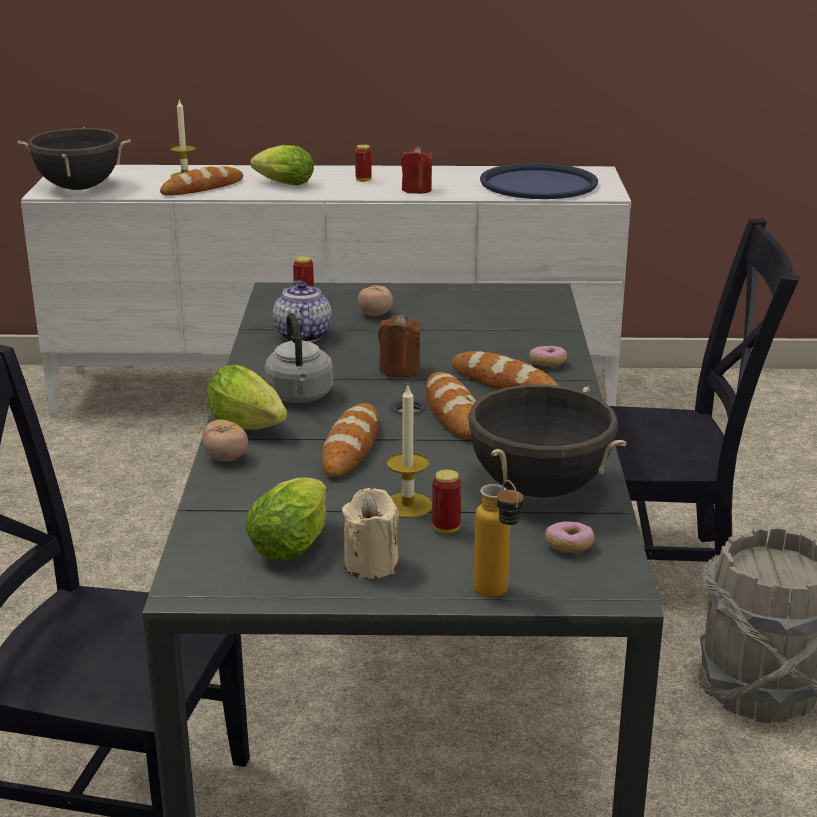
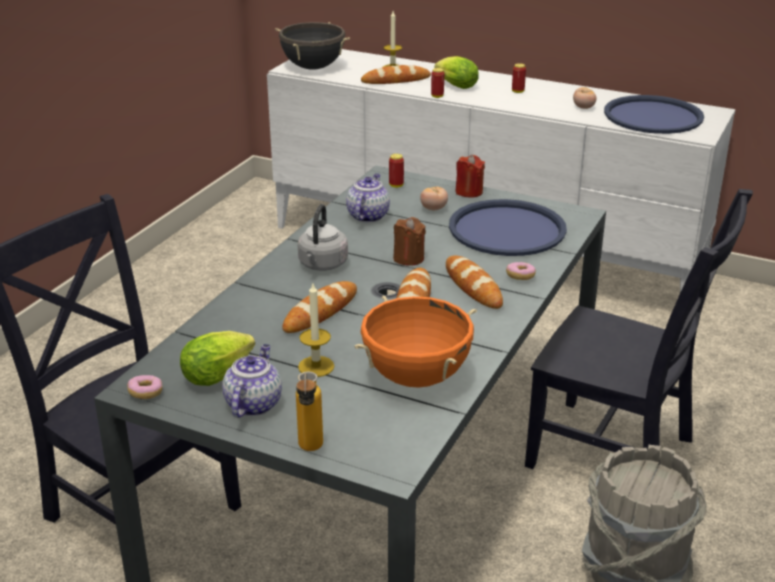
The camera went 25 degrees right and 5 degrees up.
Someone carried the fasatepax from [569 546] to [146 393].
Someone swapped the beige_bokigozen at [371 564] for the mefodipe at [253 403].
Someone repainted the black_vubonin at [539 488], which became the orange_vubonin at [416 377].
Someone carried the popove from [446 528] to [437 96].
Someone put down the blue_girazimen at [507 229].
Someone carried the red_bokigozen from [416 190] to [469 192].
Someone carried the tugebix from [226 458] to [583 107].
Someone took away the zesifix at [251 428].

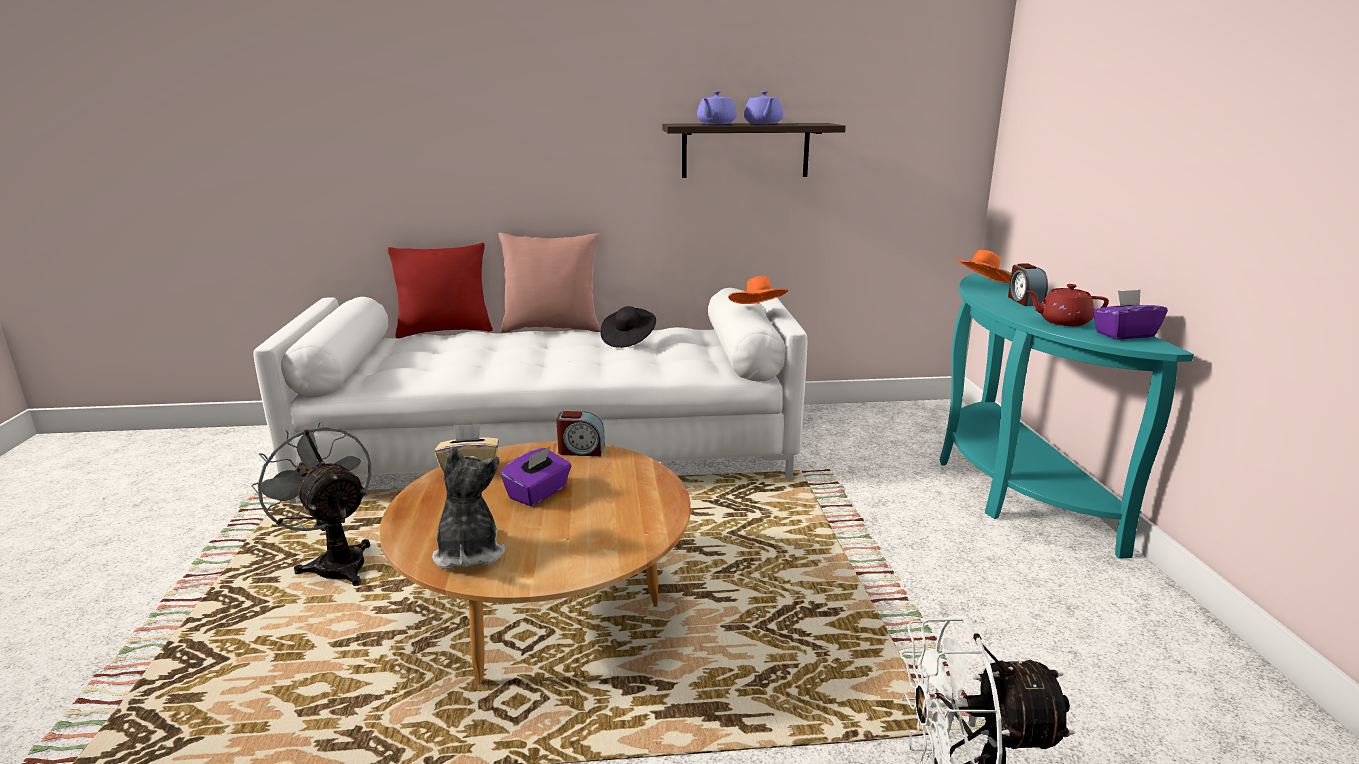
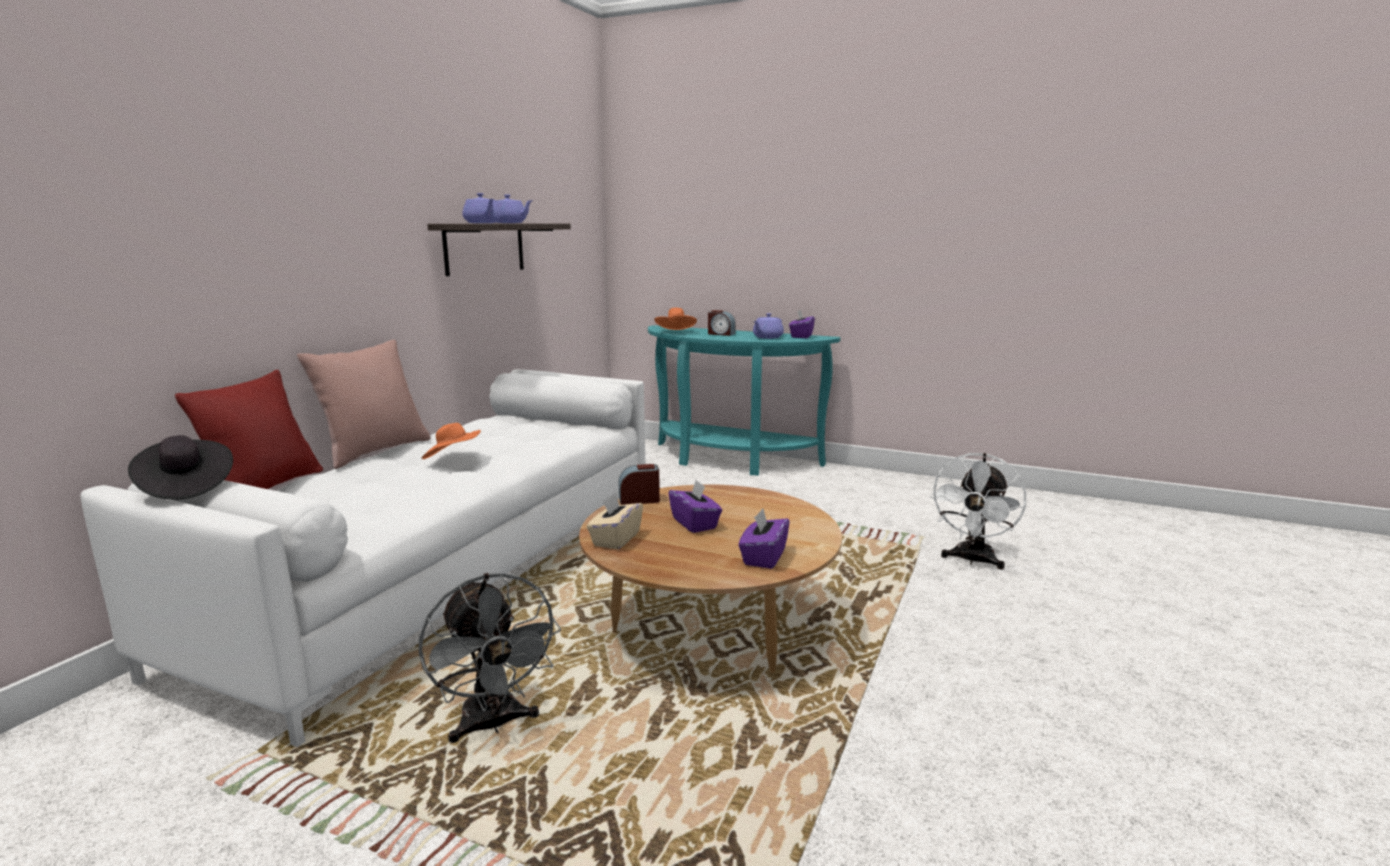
The camera went 60 degrees left and 5 degrees down.
Someone carried the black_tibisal from [628 340] to [185 487].
Someone rotated the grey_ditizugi at [336 562] by 105 degrees counterclockwise.
Someone carried the orange_tibisal from [758 310] to [453 459].
Someone rotated the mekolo at [581 450] by 135 degrees counterclockwise.
Someone swapped the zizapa at [469 552] for the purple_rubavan at [763 557].
Someone repainted the red_mefodipe at [1062 322], which became the purple_mefodipe at [767 337].

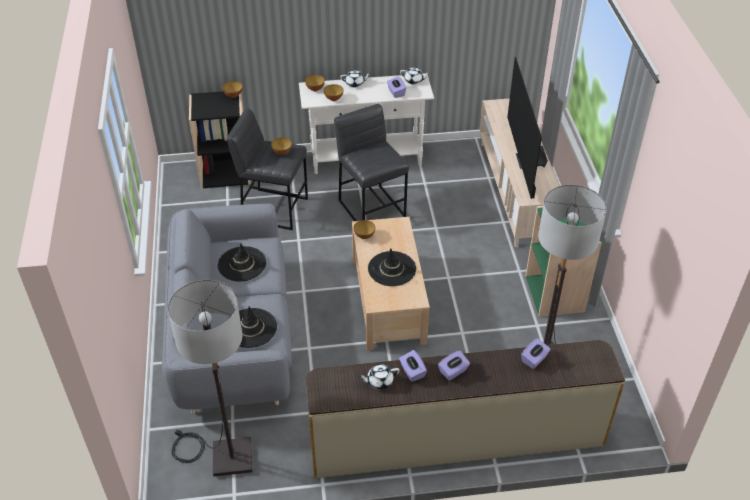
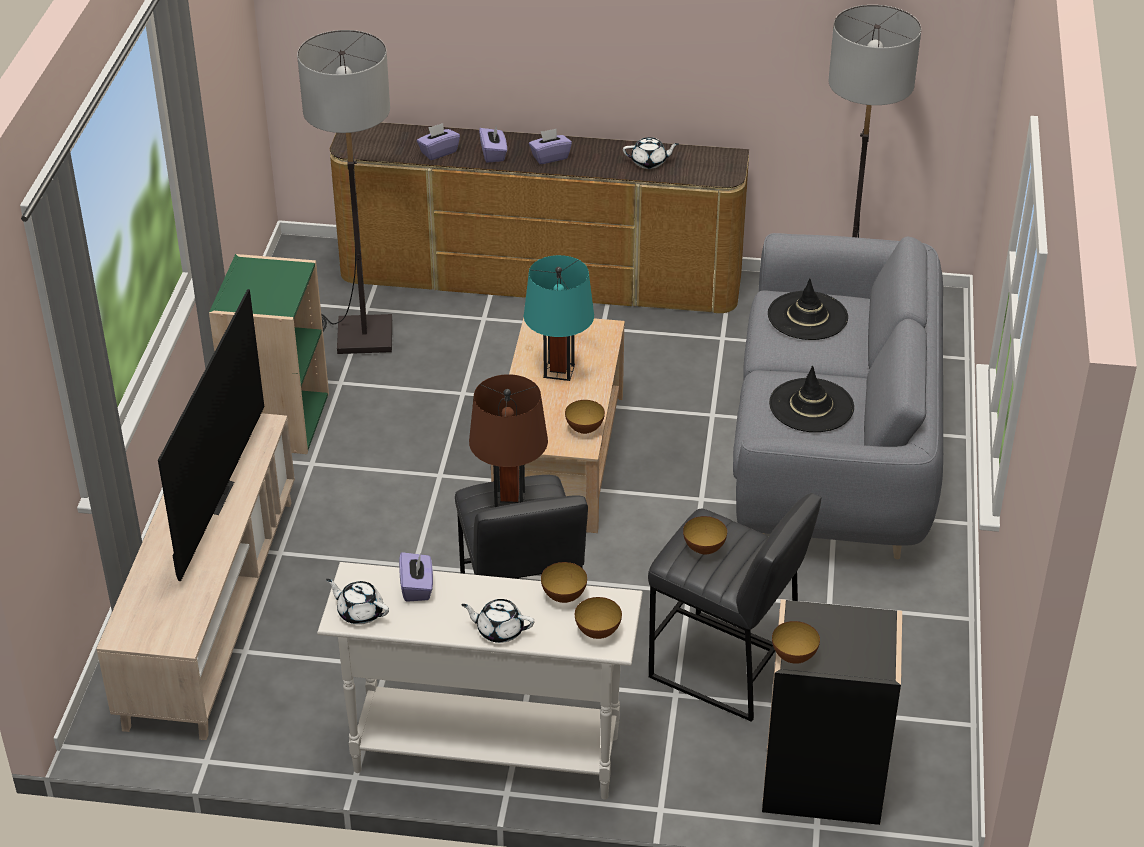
The camera went 165 degrees left and 5 degrees down.
Someone put down the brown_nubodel at [509 500].
Someone carried the purple_rubavan from [412 372] to [493 154].
Someone swapped the black_tibisal at [392 269] for the turquoise_nubodel at [559 371].

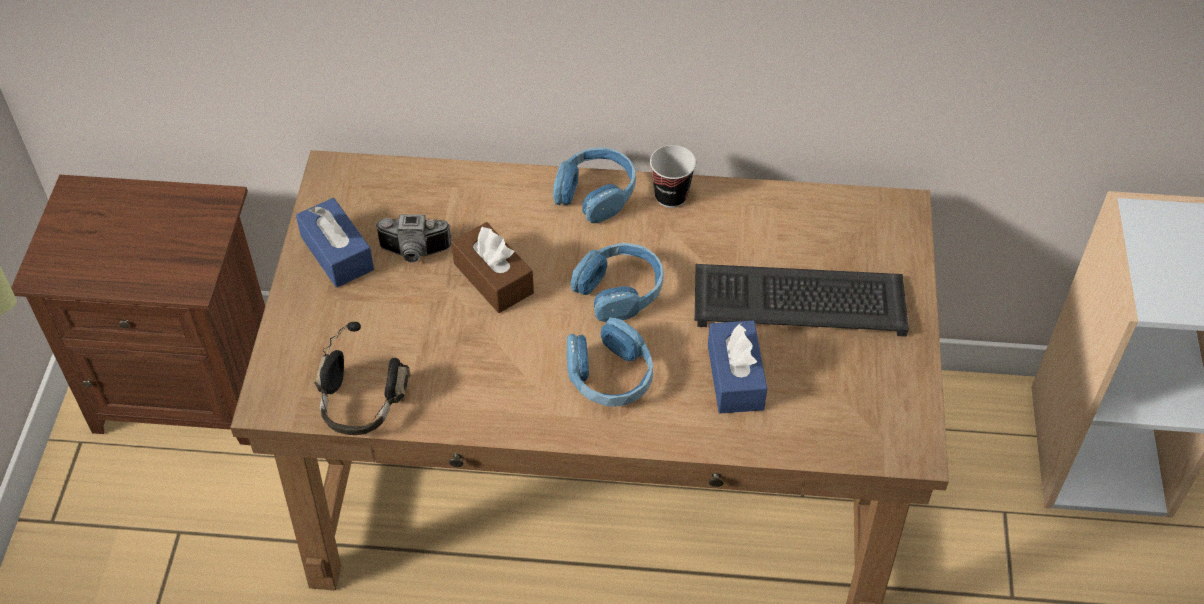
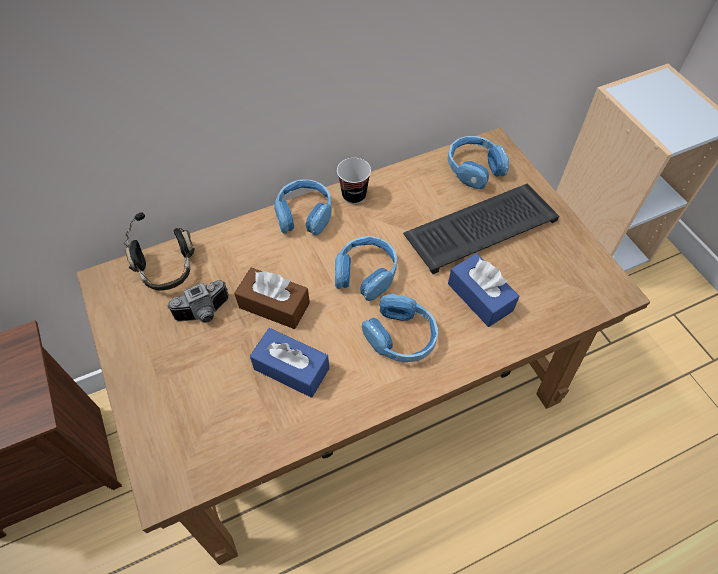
The camera went 30 degrees left and 5 degrees up.
Someone carried the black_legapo from [361 404] to [166 268].
Someone carried the blue_rubavan from [337 253] to [291 369].
Someone put down the blue_legapo at [474 168].

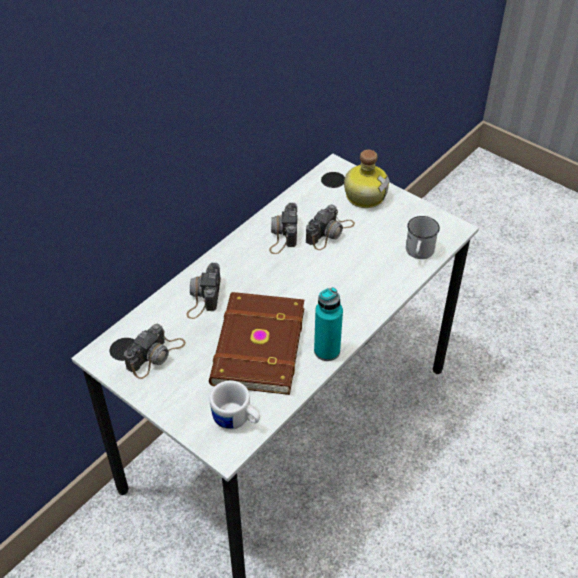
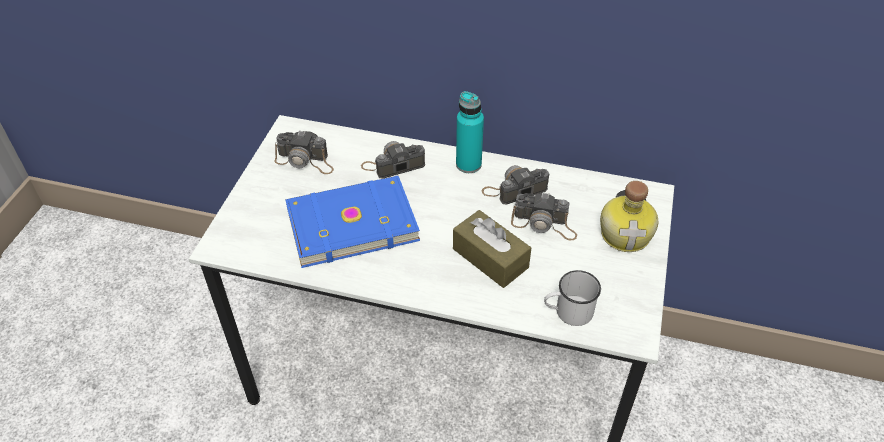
The camera went 65 degrees right and 0 degrees up.
Someone repainted the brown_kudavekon at [256 346], which became the blue_kudavekon at [350 223].
Someone put down the brown_rubavan at [490 258].
Someone carried the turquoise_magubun from [327 351] to [468 164].
Someone took away the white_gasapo at [236 420].

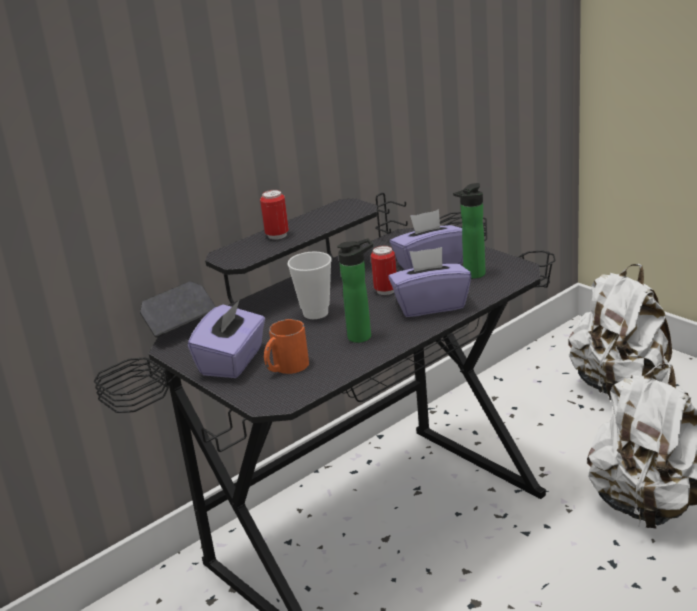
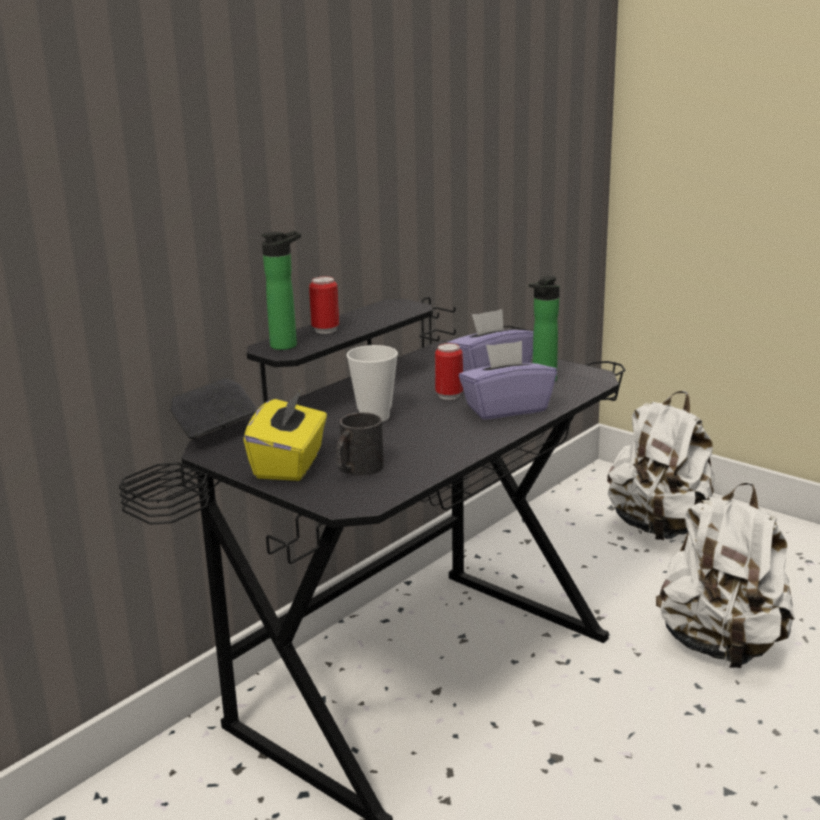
The camera went 10 degrees left and 5 degrees down.
Someone repainted the purple_rubavan at [233 361], which became the yellow_rubavan at [290 464].
Someone carried the magubun from [363 336] to [287 345].
Someone repainted the orange_gasapo at [286 368], which became the black_gasapo at [357 470].

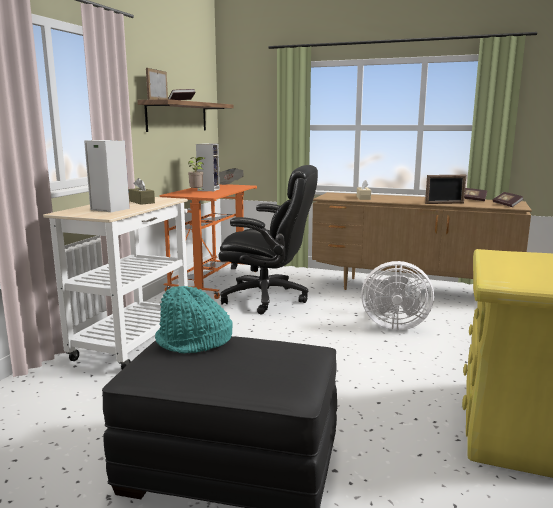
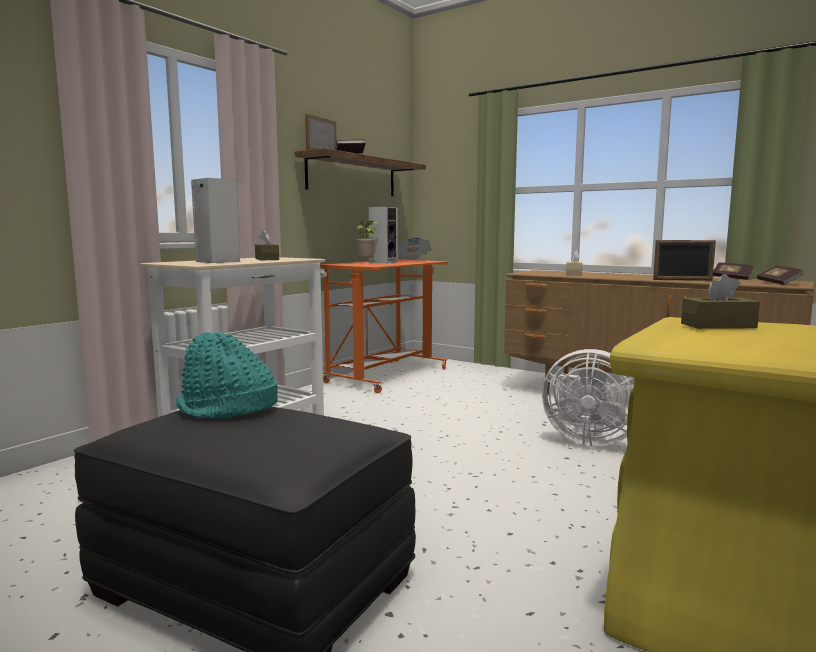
The camera went 15 degrees right and 5 degrees down.
Someone put down the brown_rubavan at [718 325].
Someone took away the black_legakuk at [268 299].

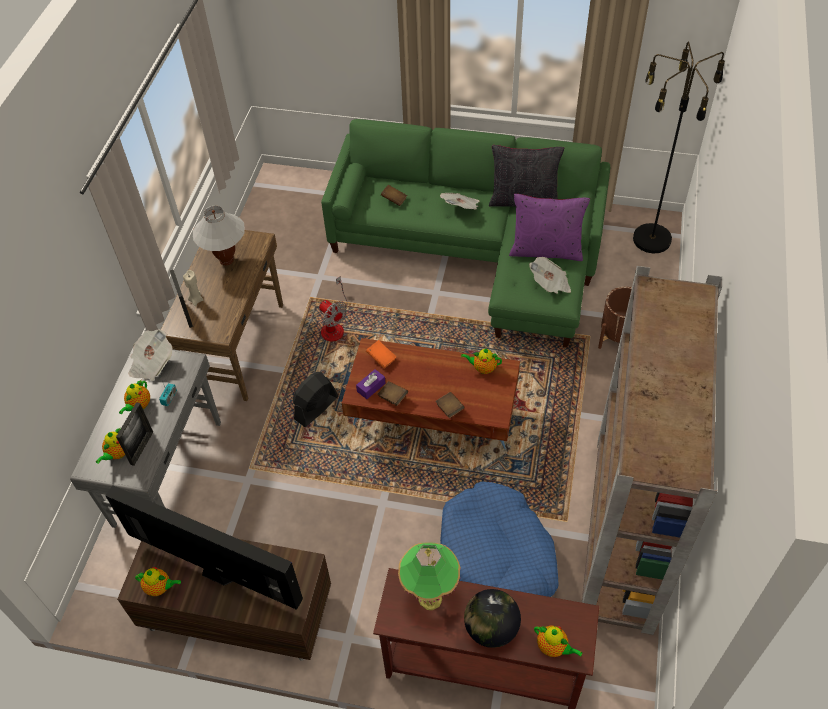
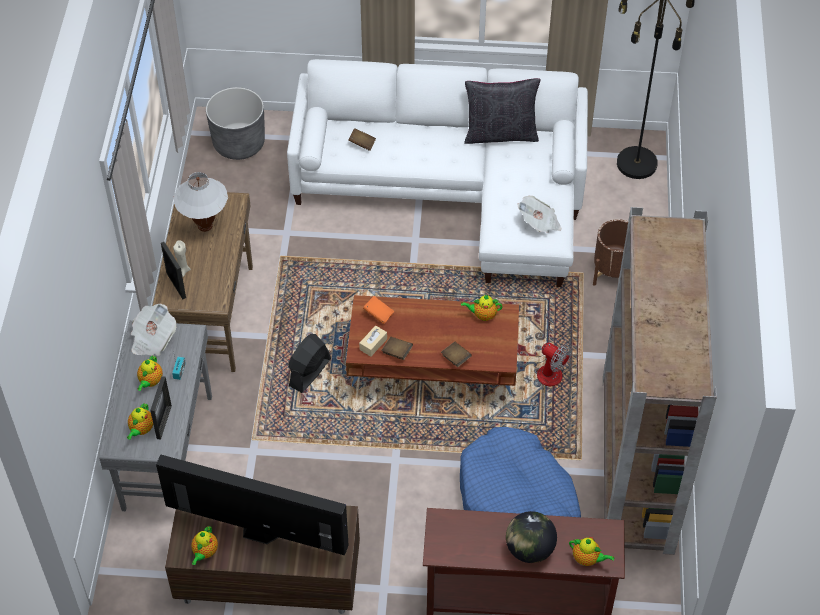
The camera went 10 degrees left and 0 degrees up.
Someone rotated the mefodipe at [160 588] by 105 degrees clockwise.
Someone put down the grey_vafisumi at [239 143].
Someone repainted the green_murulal at [478 252], which became the white_murulal at [454 191].
Someone repainted the purple_rubavan at [371 387], which became the beige_rubavan at [373 344].
Someone carried the ditizugi from [334 325] to [549 368].
Someone took away the nubodel at [430 598].
Someone took away the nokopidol at [461 208].
Someone took away the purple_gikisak at [546 250].

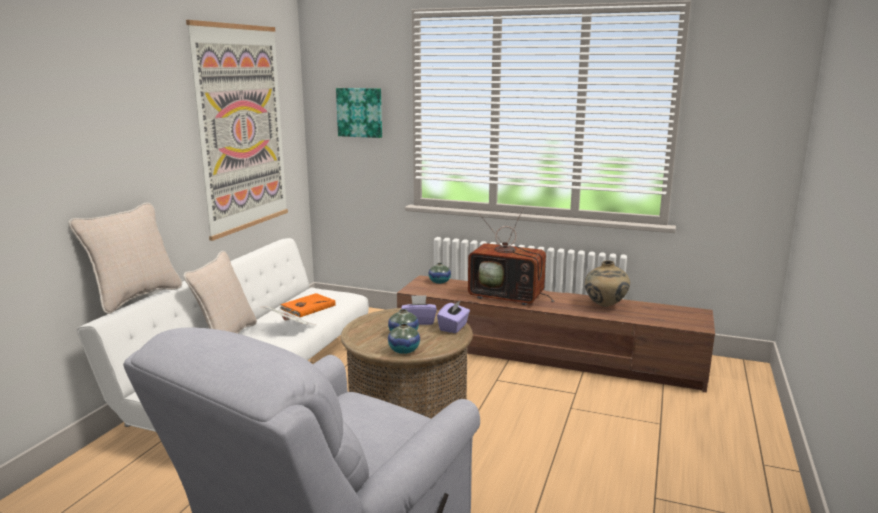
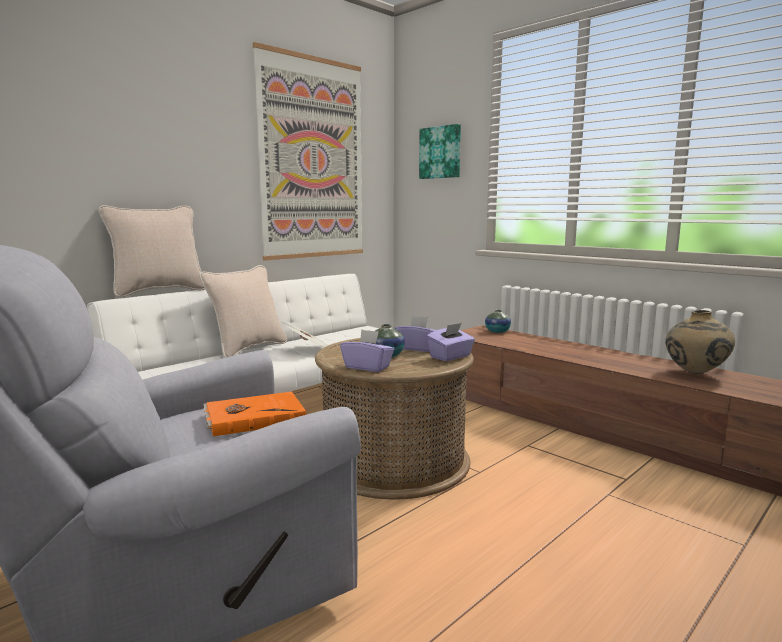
The camera went 25 degrees right and 5 degrees down.
Someone carried the orange_kudavekon from [307 307] to [254 417].
Someone swapped the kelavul at [404 350] for the purple_rubavan at [367 367].
Someone took away the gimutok at [509 296].

